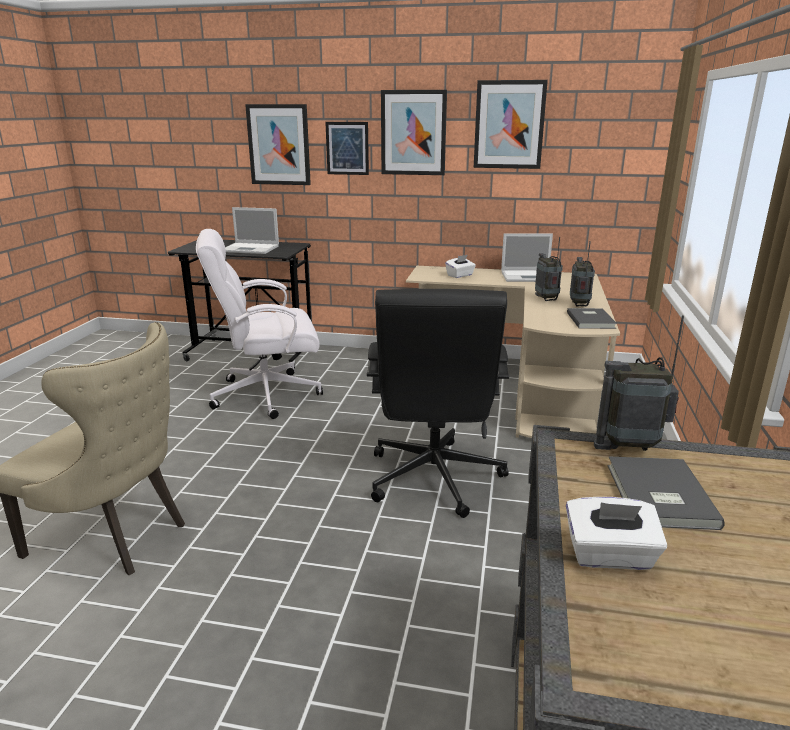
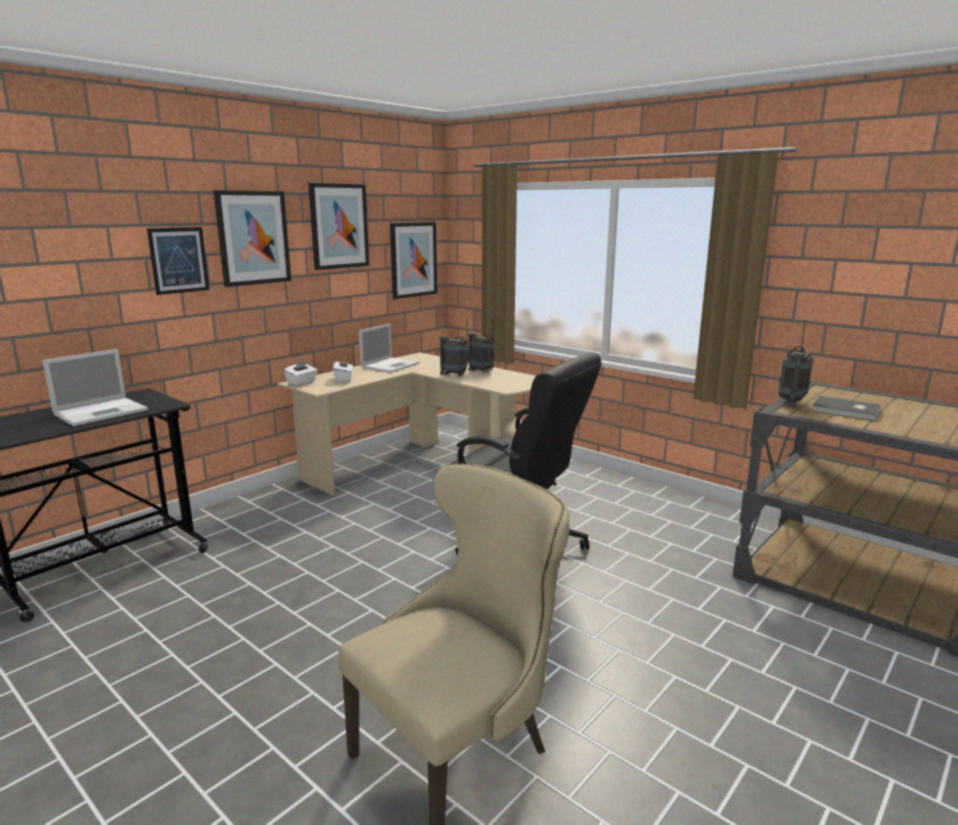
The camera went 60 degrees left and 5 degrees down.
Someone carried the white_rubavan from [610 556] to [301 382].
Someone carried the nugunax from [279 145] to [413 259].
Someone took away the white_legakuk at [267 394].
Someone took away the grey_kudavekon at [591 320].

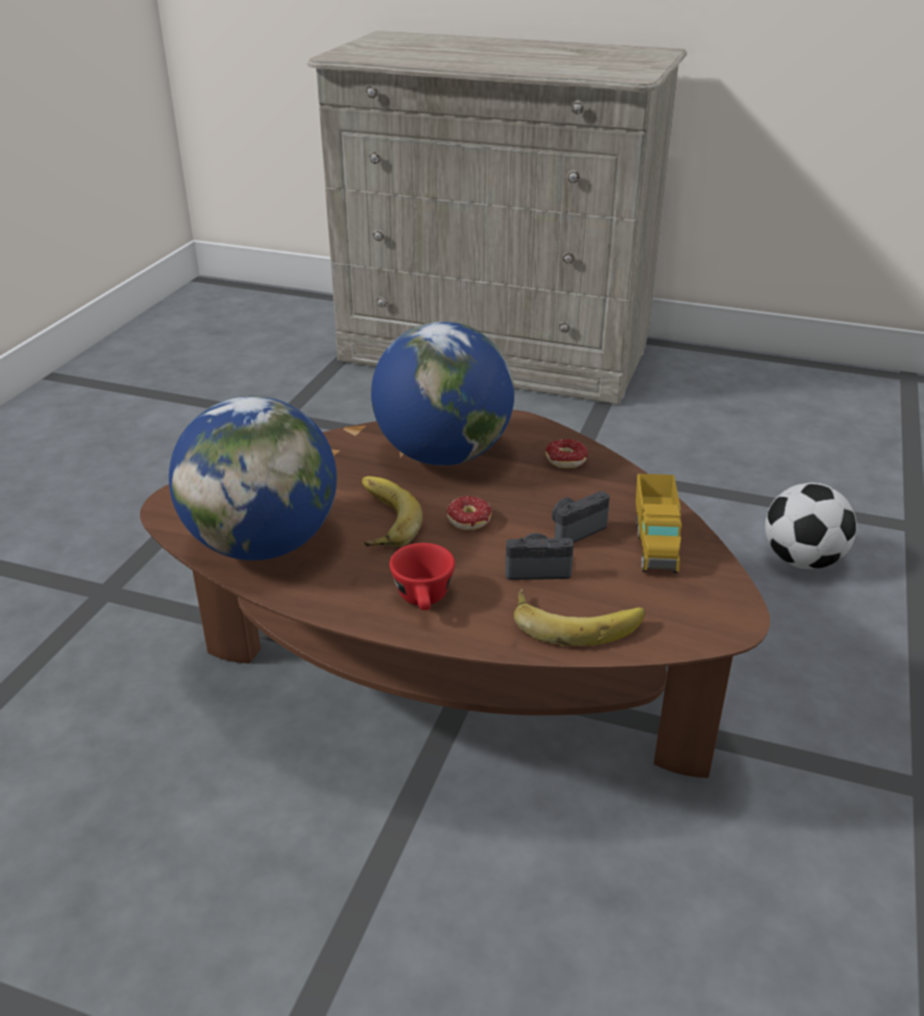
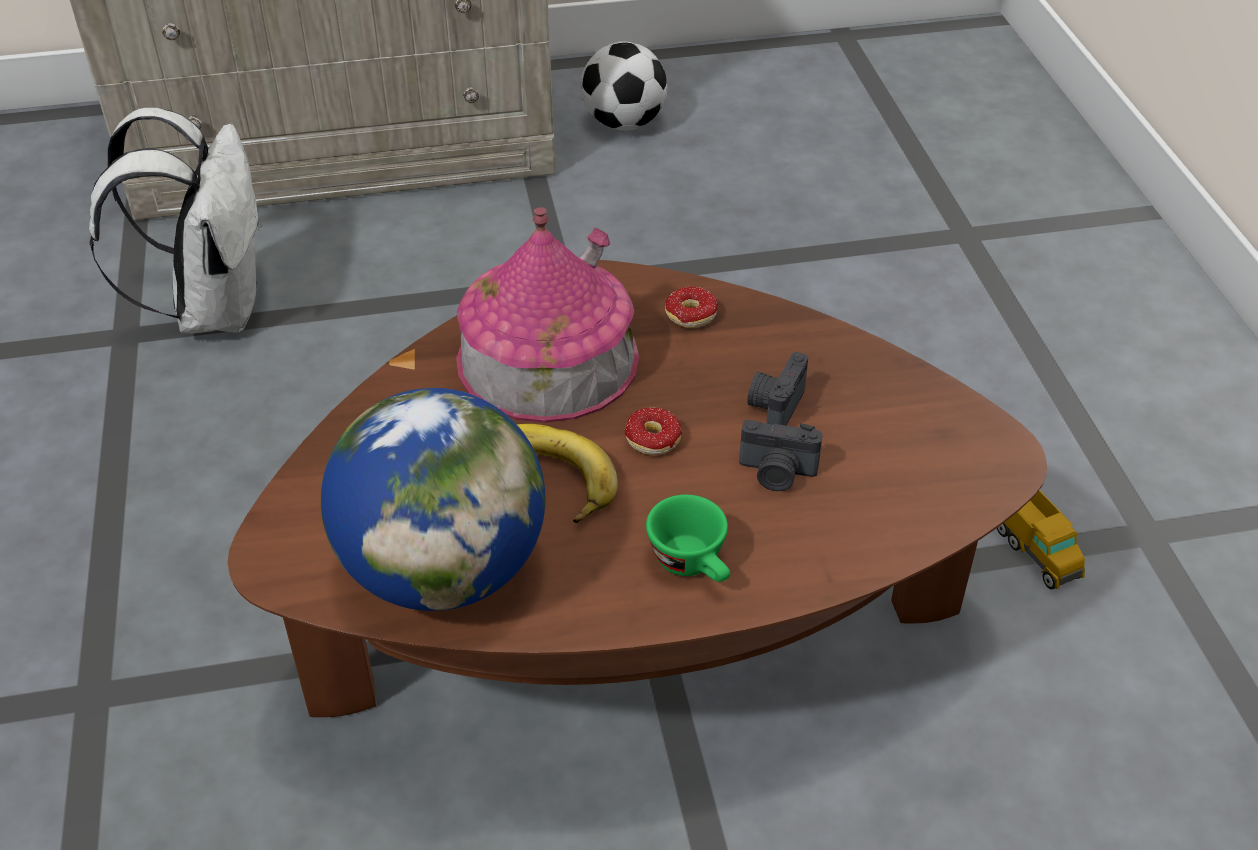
The camera went 30 degrees left and 10 degrees up.
Someone put down the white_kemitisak at [214 308].
Someone swapped the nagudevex at [443 455] for the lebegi at [547 359].
Someone carried the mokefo from [802 561] to [624 124].
Someone repainted the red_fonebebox at [424 600], which became the green_fonebebox at [693 565].
Someone rotated the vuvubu at [537 569] by 135 degrees counterclockwise.
Someone carried the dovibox from [655 544] to [1032 549].
Someone took away the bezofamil at [576 619].

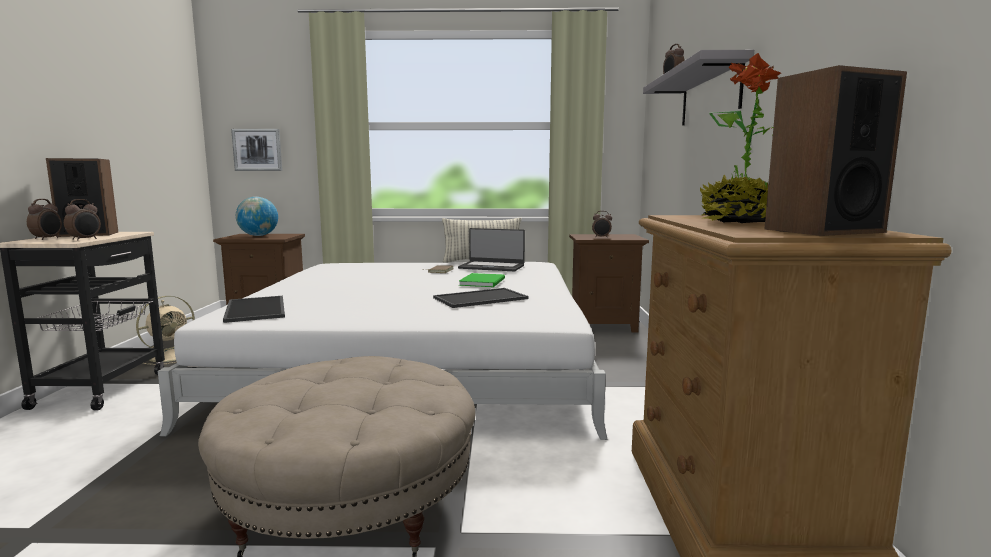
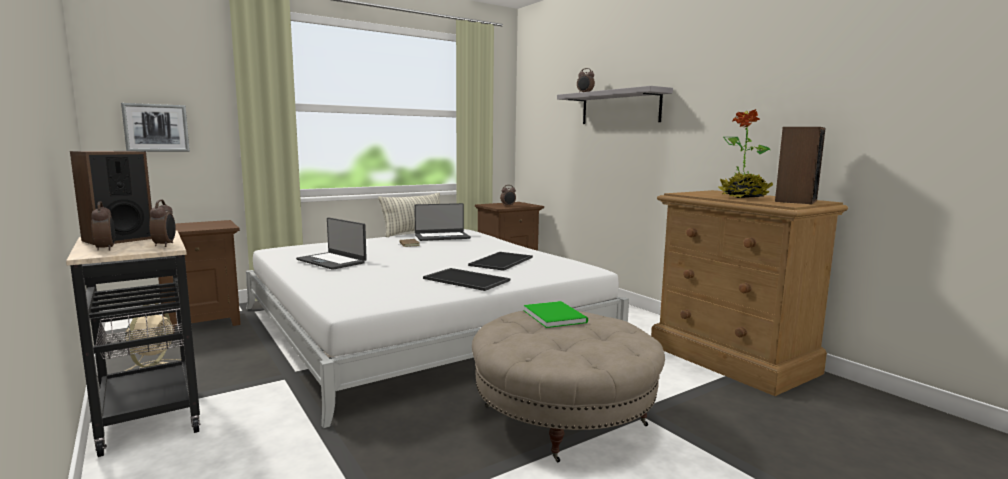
The camera went 35 degrees left and 0 degrees up.
Someone put down the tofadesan at [332 261].
Someone carried the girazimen from [257 309] to [468 279].
Someone carried the green_kudavekon from [484 281] to [555 315].
Someone took away the nagudevex at [258 235].

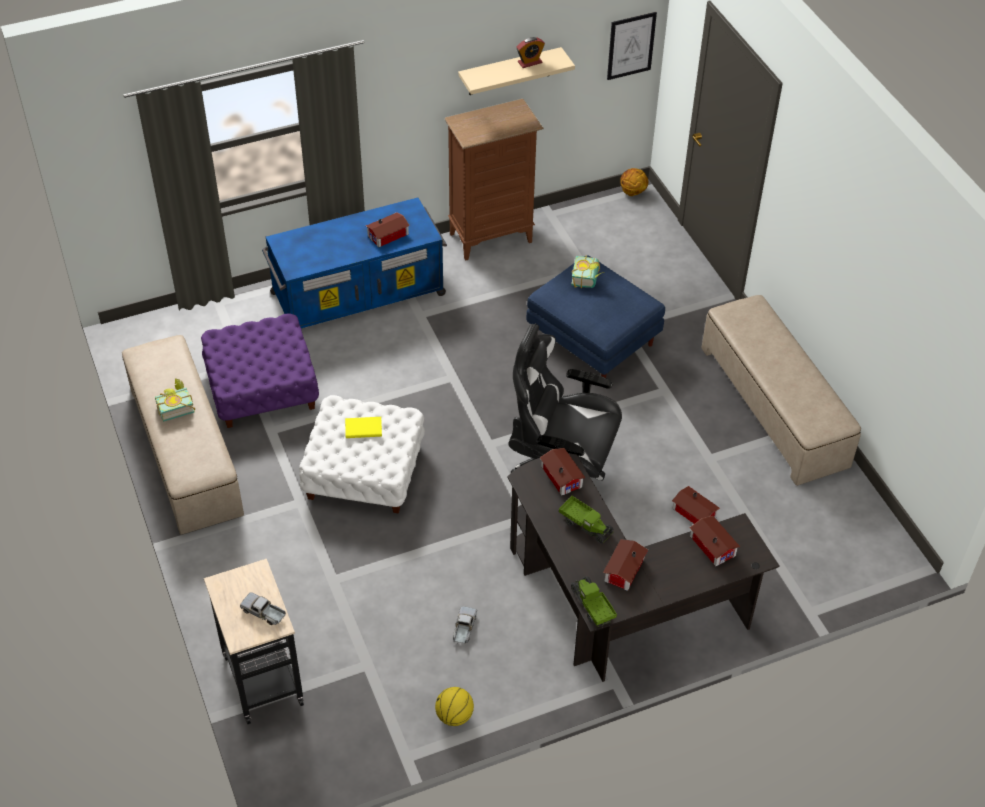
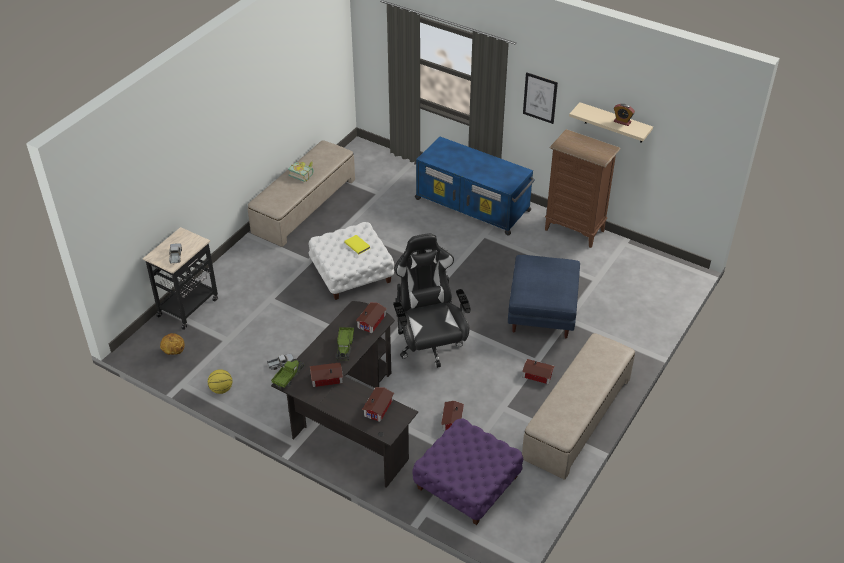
The camera went 55 degrees right and 5 degrees down.
Someone carried the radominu from [632 192] to [173 352].
Someone carried the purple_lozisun from [262 387] to [467 483].
Someone carried the lebegi from [389 235] to [538 376].
Someone carried the nugunax from [631 45] to [540 98].
Someone took away the kudavekon at [588 278].

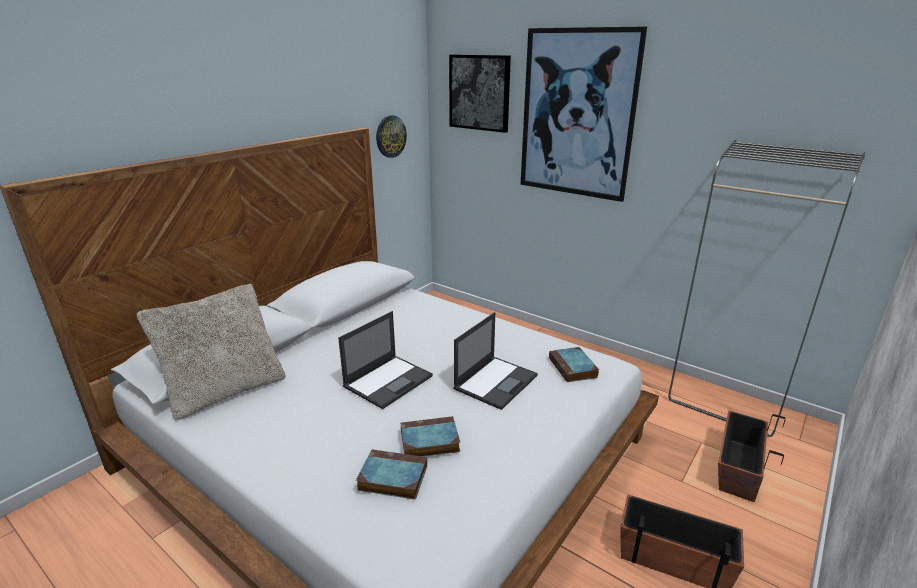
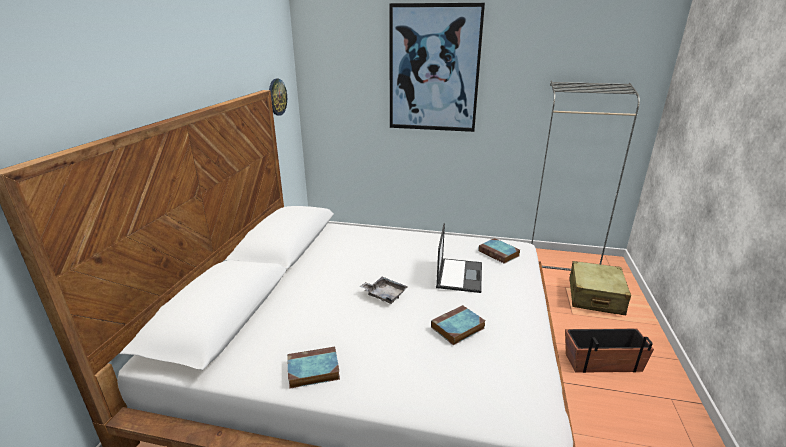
The camera went 25 degrees left and 0 degrees up.
Someone carried the kudavekon from [391 478] to [312 371].
Someone swapped the tofadesan at [389 381] for the grey_girazimen at [384 294].
Someone swapped the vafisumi at [738 468] for the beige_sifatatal at [595 297].
Someone took away the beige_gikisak at [226 388].
Someone took away the nugunax at [479 92].

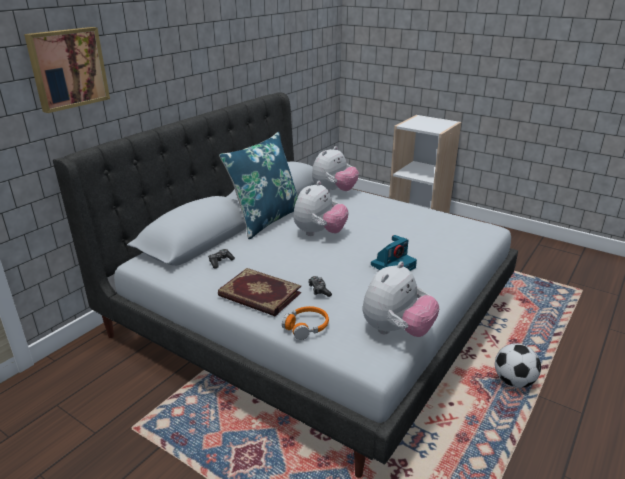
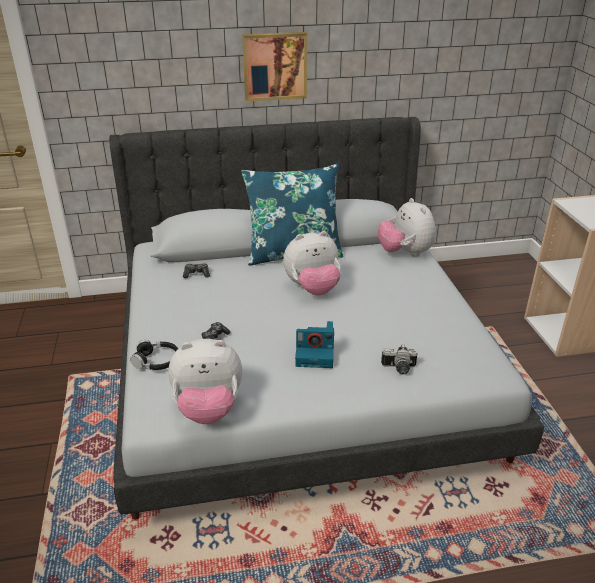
The camera went 45 degrees right and 5 degrees up.
Someone repainted the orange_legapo at [306 327], which became the black_legapo at [157 361].
Someone carried the nugunax from [67 68] to [274 66].
Someone rotated the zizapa at [334 191] by 75 degrees clockwise.
Someone put down the vuvubu at [399 368].
Someone took away the kudavekon at [259 295].
Someone took away the mokefo at [513 381].

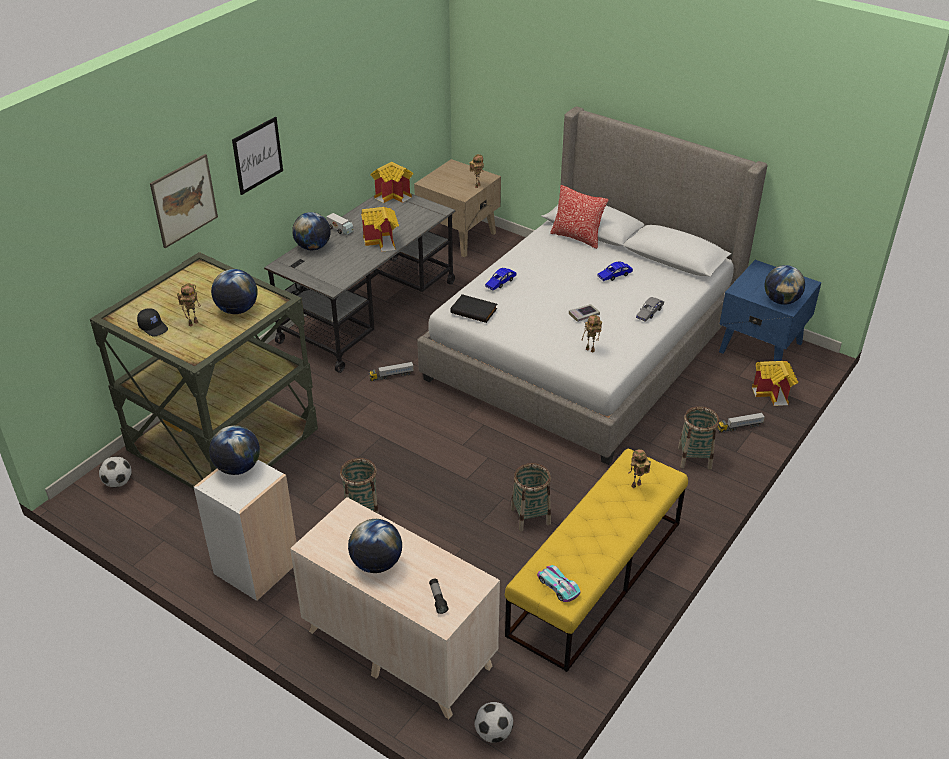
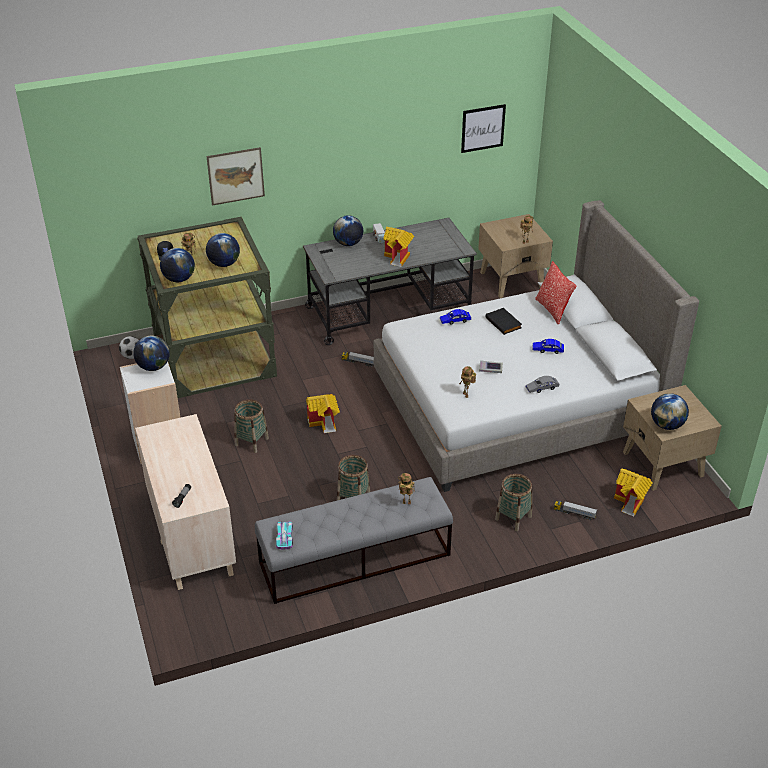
The camera went 35 degrees right and 0 degrees up.
Someone carried the nagudevex from [376 563] to [179 279].
Someone repainted the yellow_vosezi at [596 578], which became the grey_vosezi at [354 559].
Someone carried the lebegi from [394 195] to [325 423].
Someone carried the nugunax from [257 155] to [483 128].
Someone carried the black_kudavekon from [474 310] to [504 323].
Someone repainted the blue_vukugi at [761 347], which became the beige_vukugi at [663 464].
Someone took away the mokefo at [493 733].

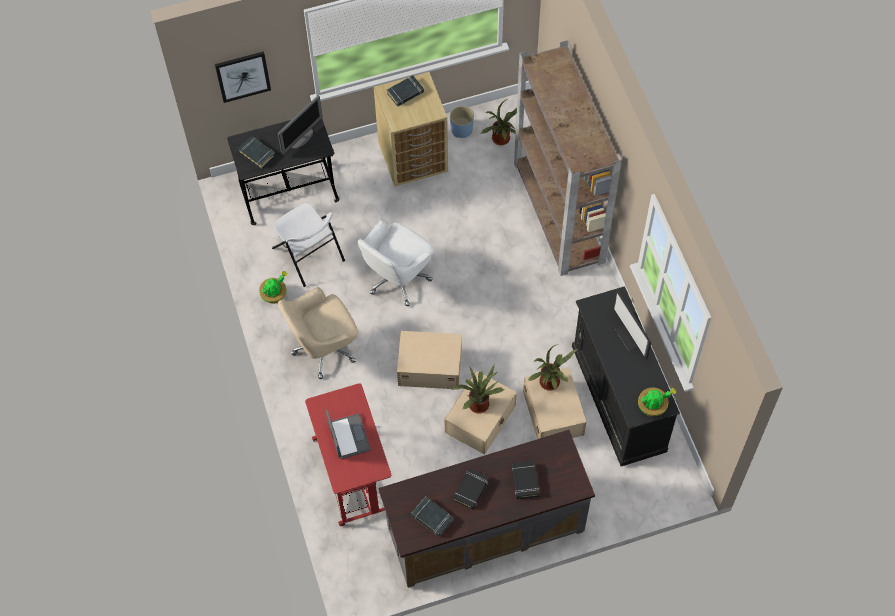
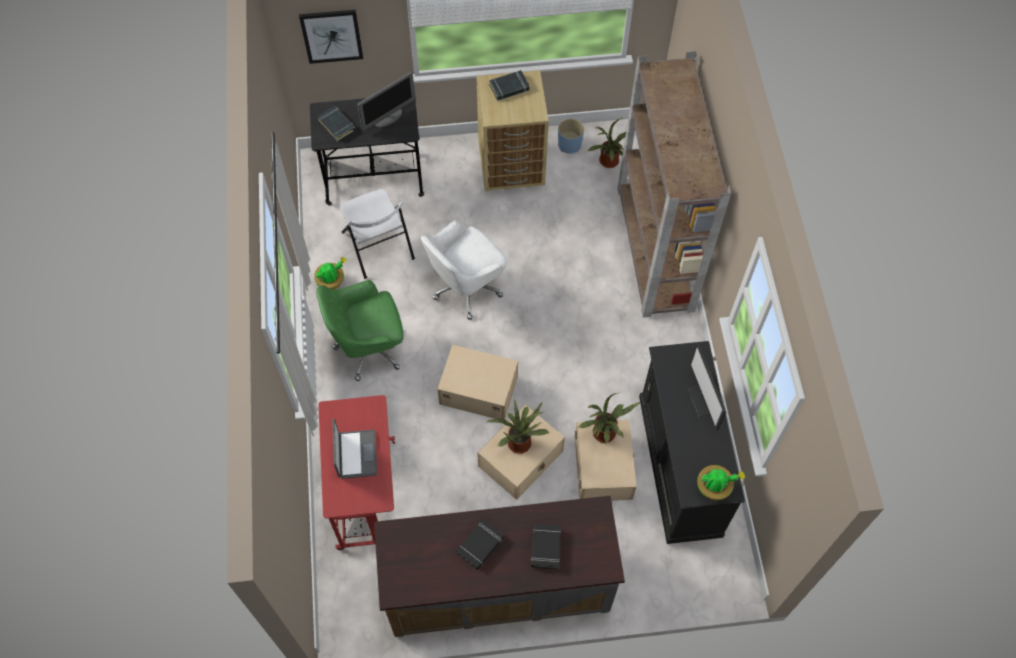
The camera went 10 degrees right and 0 degrees up.
Someone repainted the beige_legakuk at [324 348], which became the green_legakuk at [369 348].
Someone took away the black_kudavekon at [432 518].

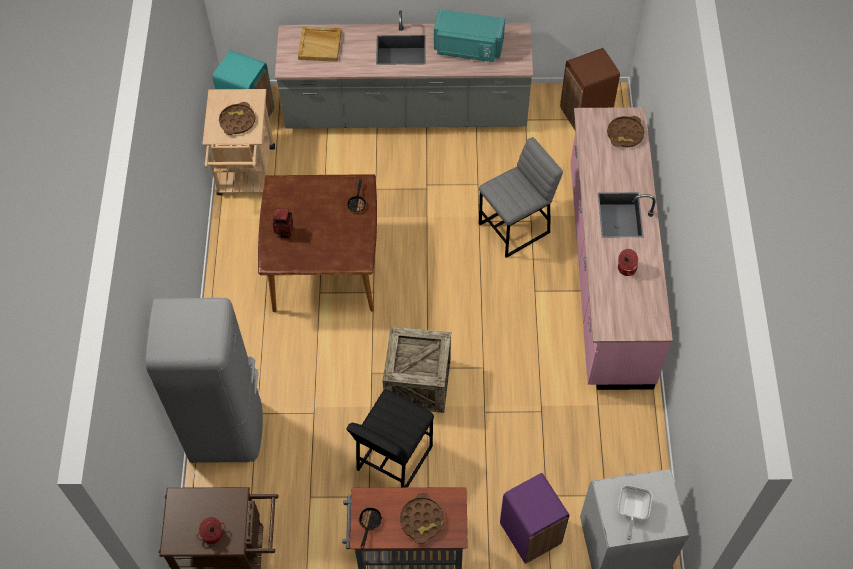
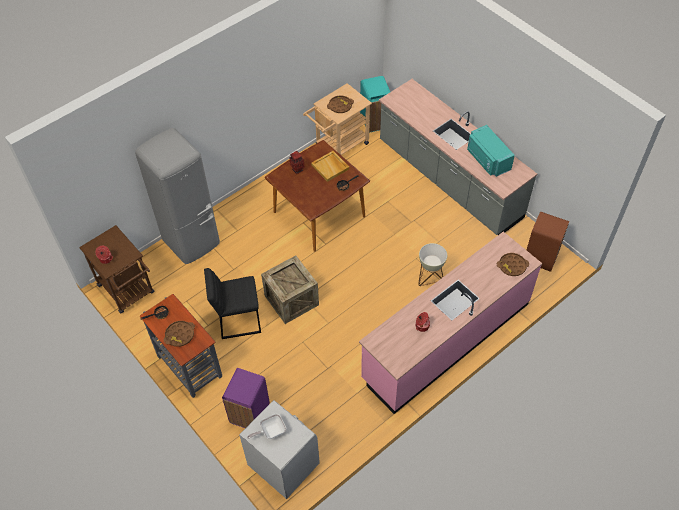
The camera went 50 degrees right and 5 degrees down.
Someone carried the beige_girazimen from [320 45] to [330 167].
Someone swapped the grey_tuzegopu at [515 227] for the vafisumi at [430 277].

